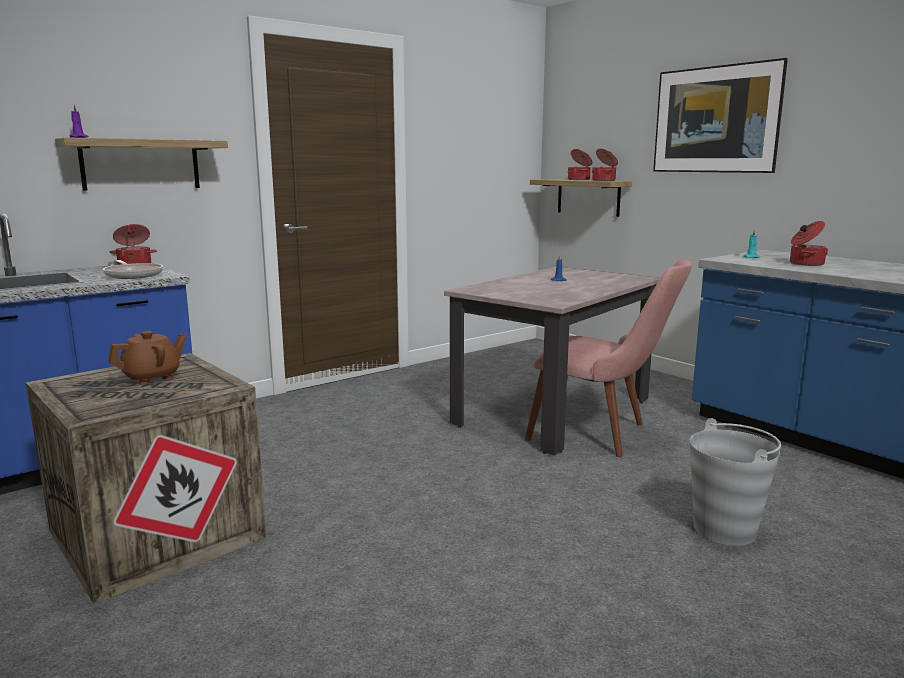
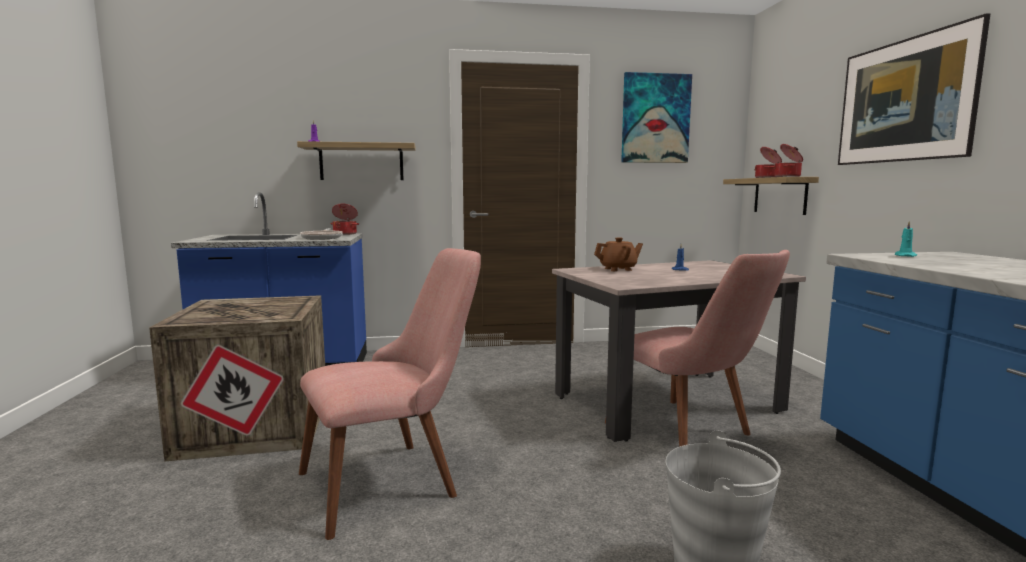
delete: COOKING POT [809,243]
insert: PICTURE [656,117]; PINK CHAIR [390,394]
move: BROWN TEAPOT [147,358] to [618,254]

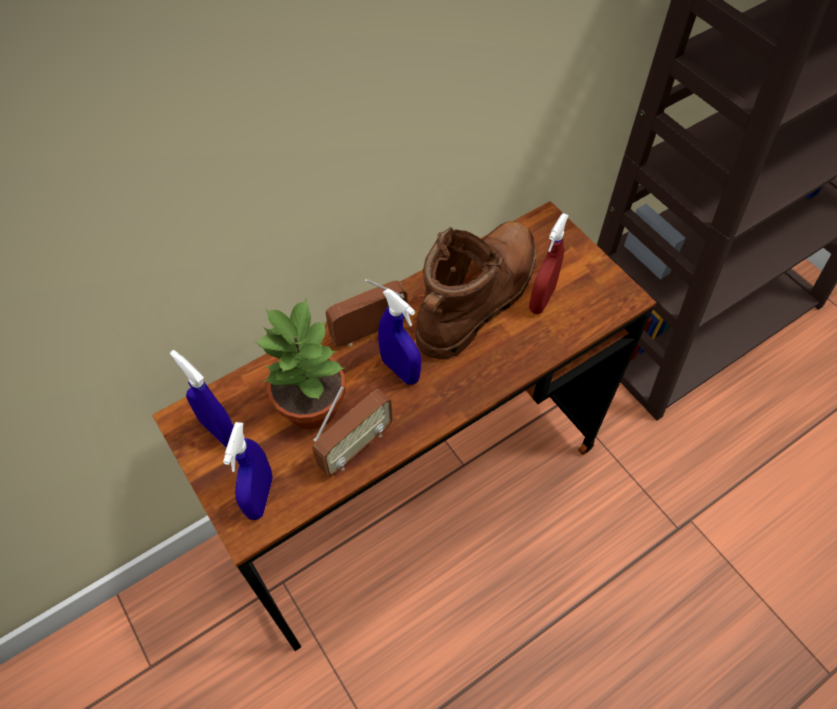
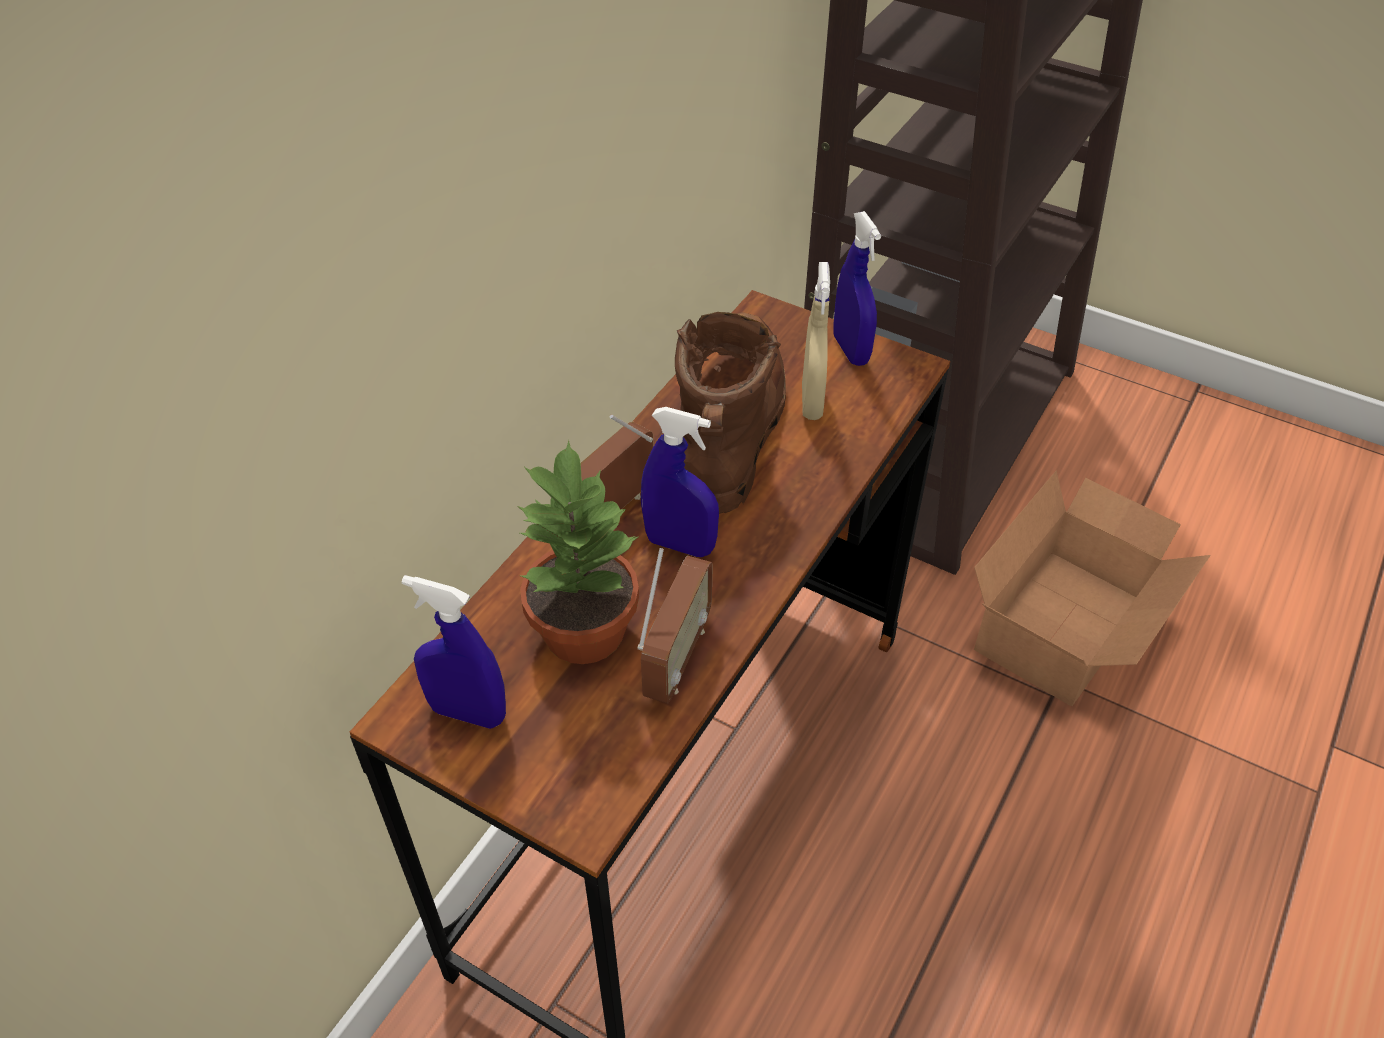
insert: CARDBOARD BOX [1092,588]
move: BLUE SPRAY BOTTLE [248,471] to [857,288]
recolor: RED SPRAY BOTTLE [549,263] to BEIGE SPRAY BOTTLE [816,341]

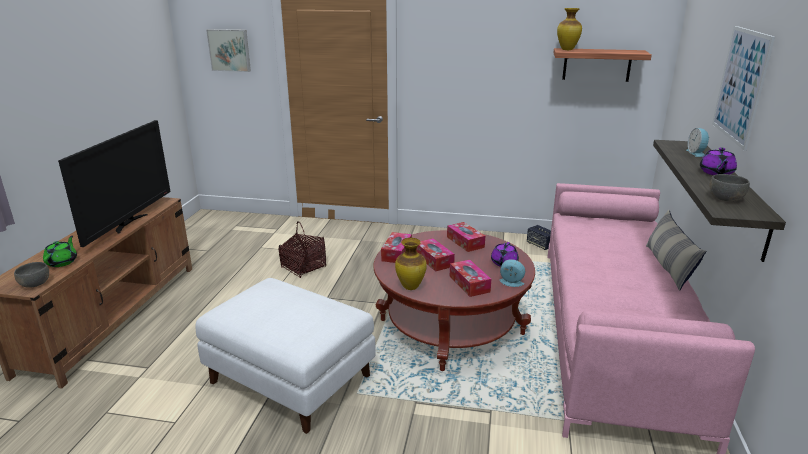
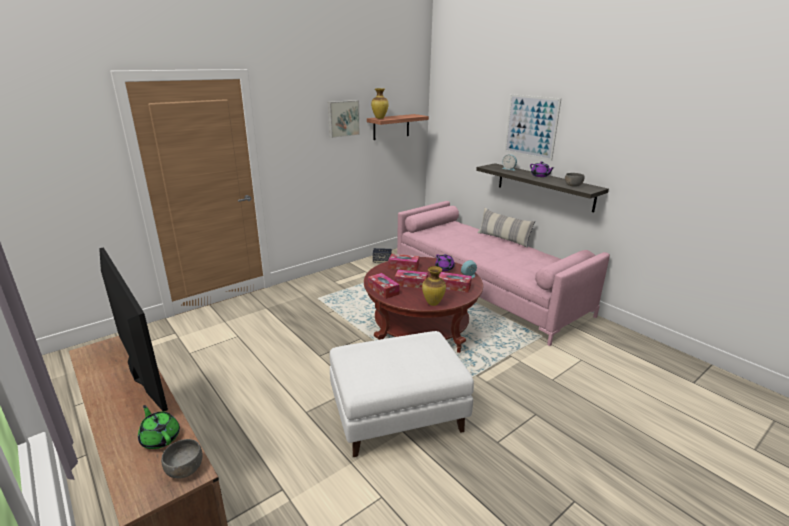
delete: BASKET [302,249]
move: PICTURE [228,50] to [344,119]

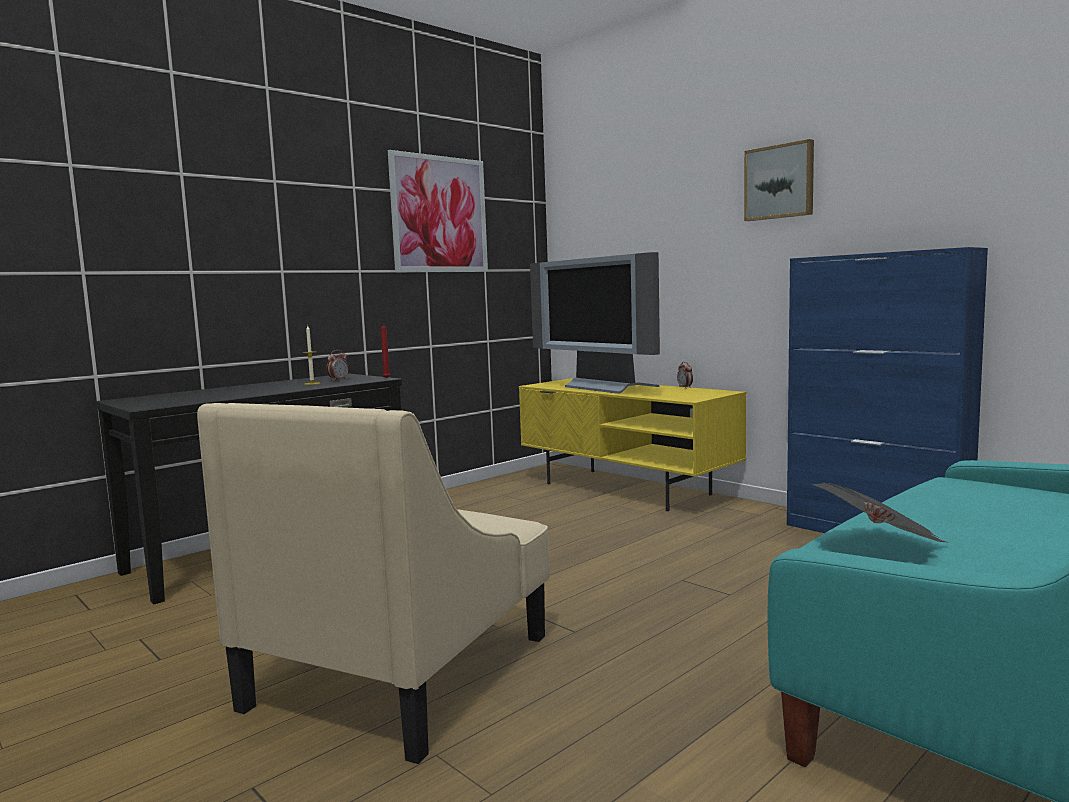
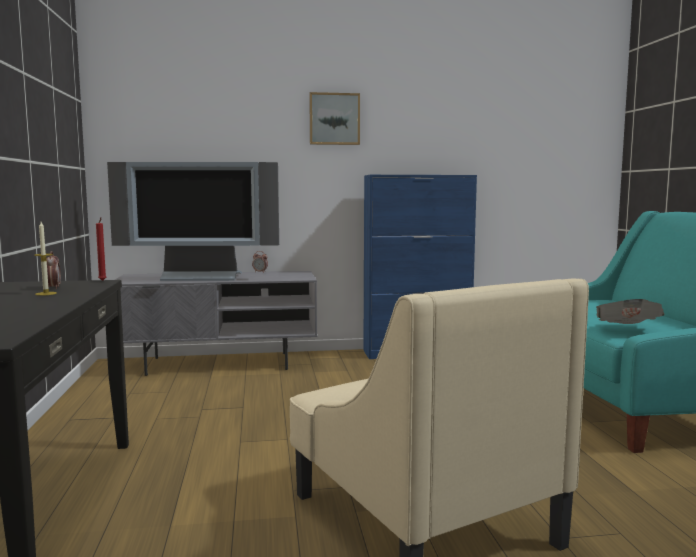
delete: PICTURE [438,211]
recolor: YELLOW TV STAND [632,444] to GREY TV STAND [216,323]

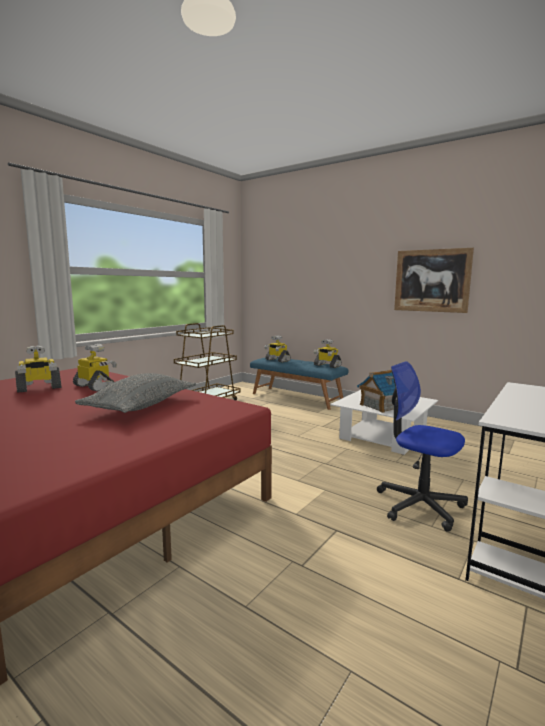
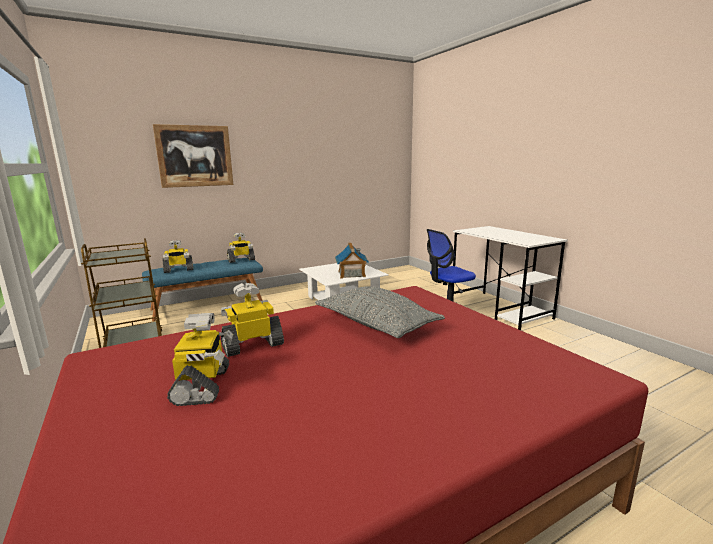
move: PICTURE [434,280] to [193,156]

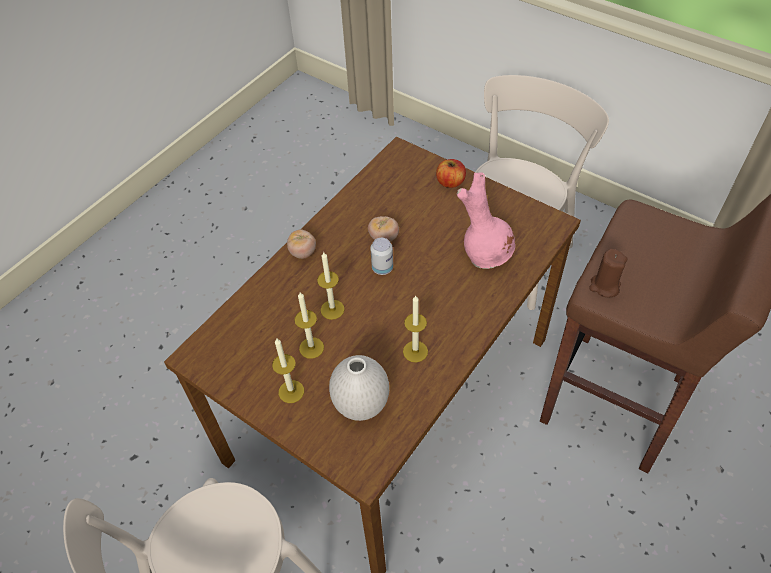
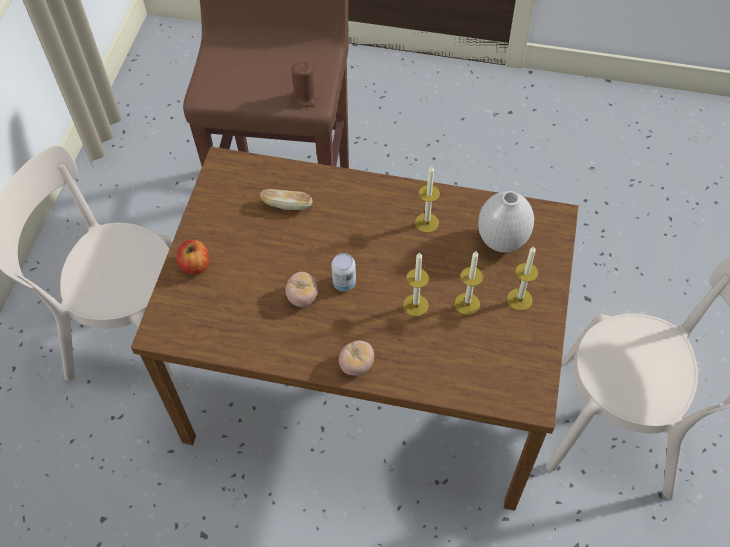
replace: PINK VASE [486,220] to BREAD [286,199]

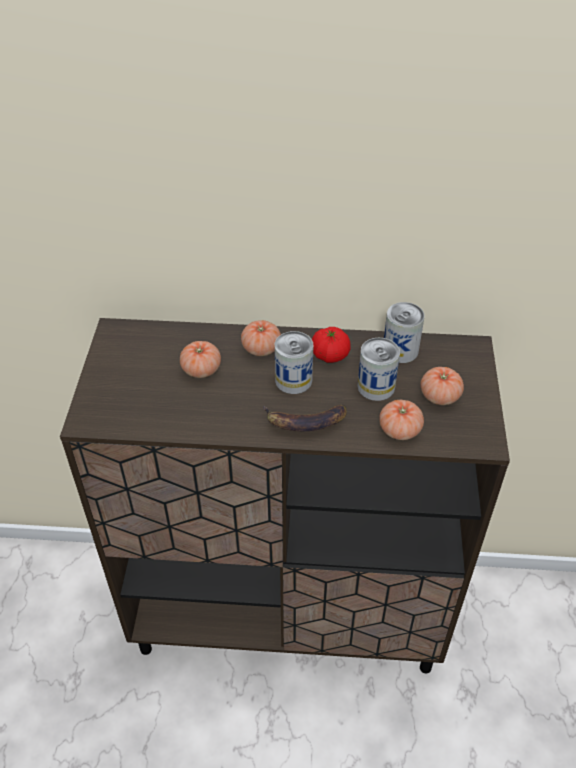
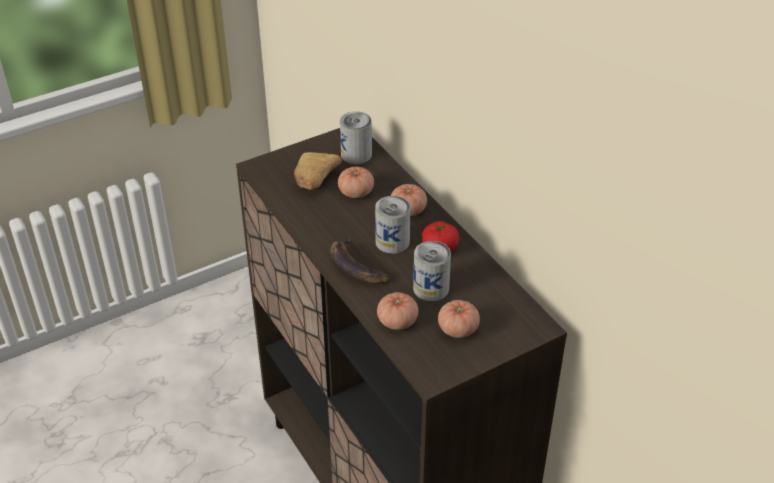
insert: BREAD [318,171]
move: CAN [404,332] to [356,137]

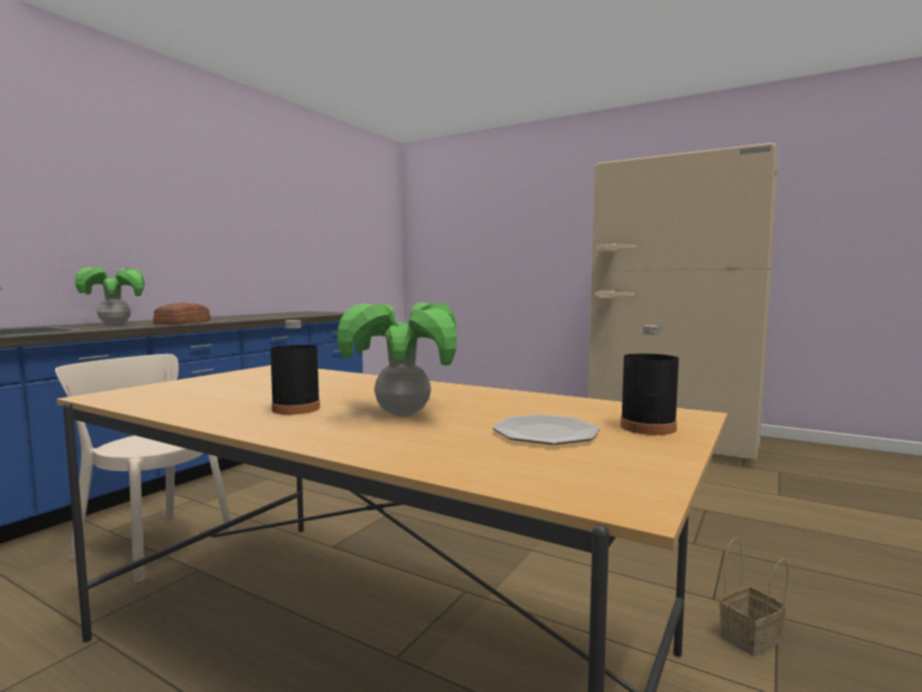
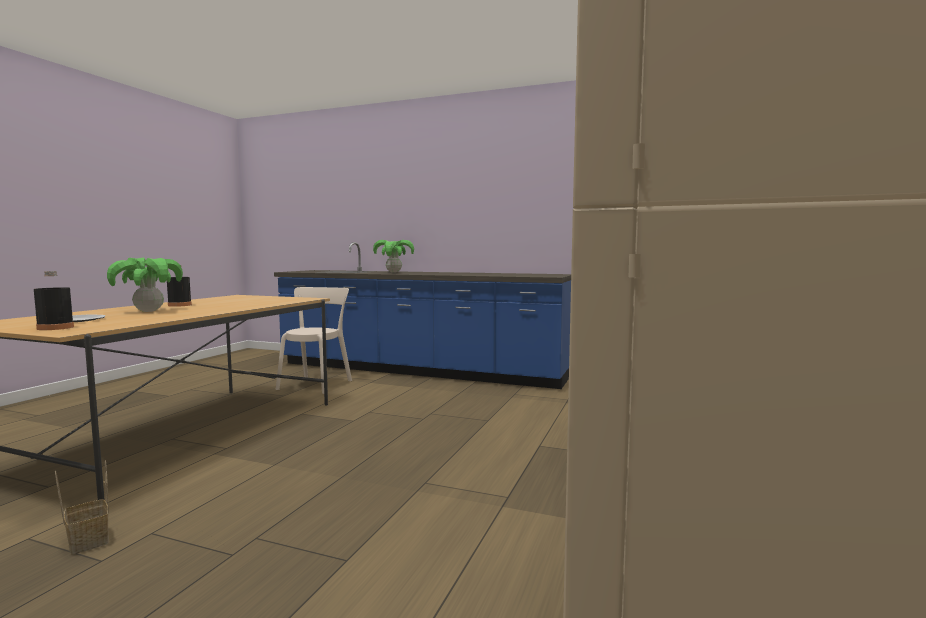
delete: BREAD [182,313]

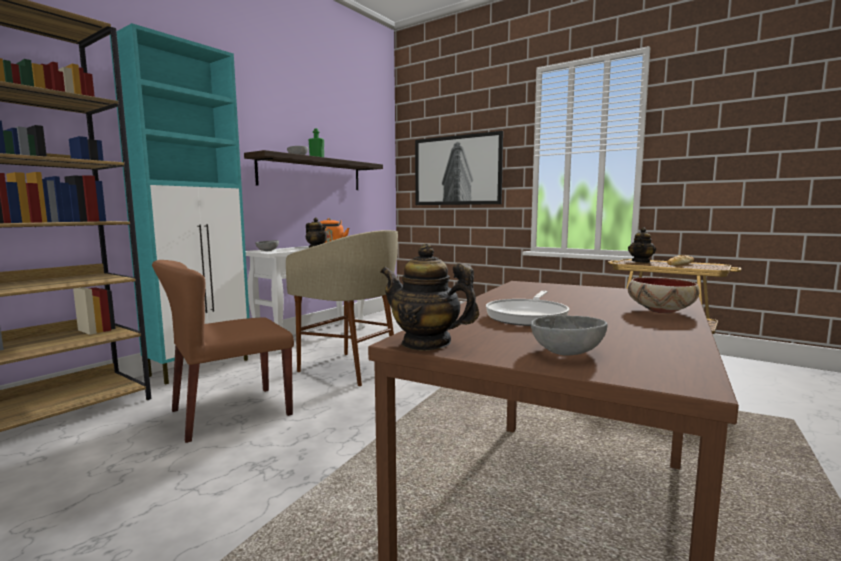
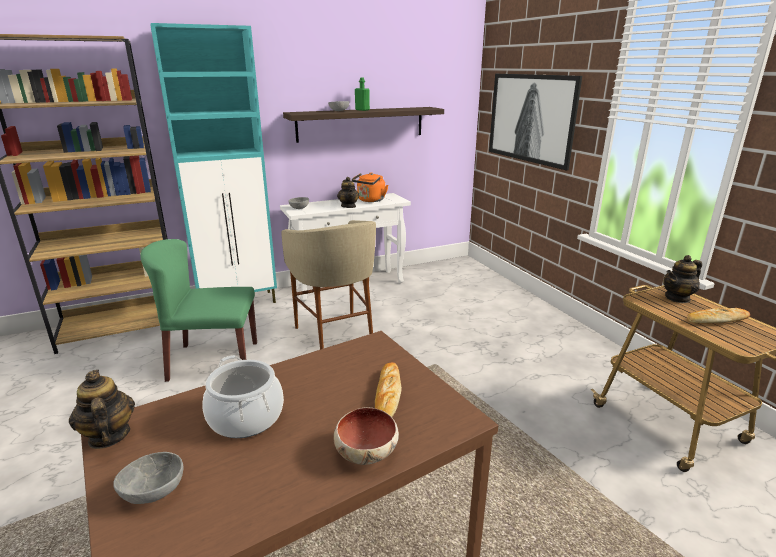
insert: BREAD [388,389]
replace: FRYING PAN [527,308] to COOKING POT [243,396]
recolor: BROWN CHAIR [223,351] to GREEN CHAIR [198,310]

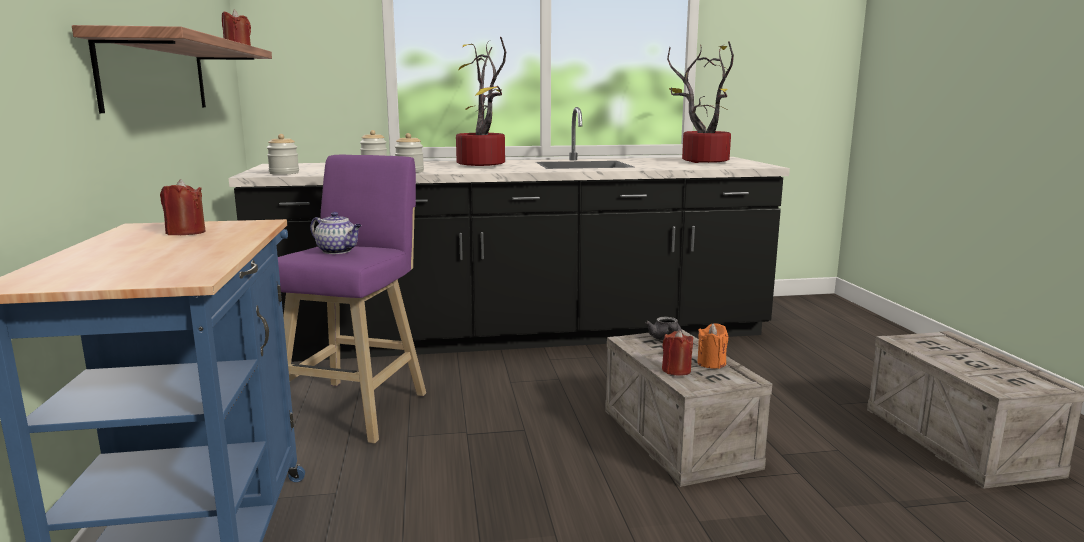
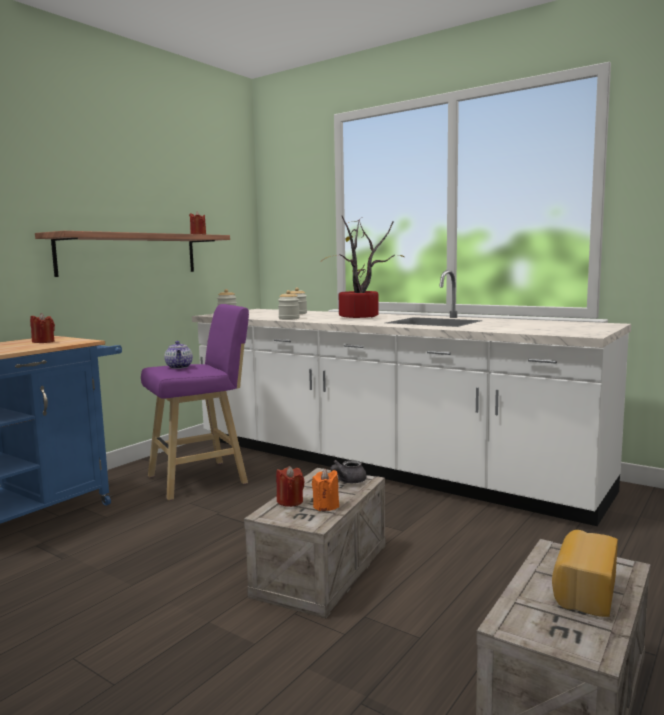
delete: POTTED PLANT [700,102]
insert: BREAD [585,573]
recolor: BLACK COUNTER [509,234] to WHITE COUNTER [411,398]

